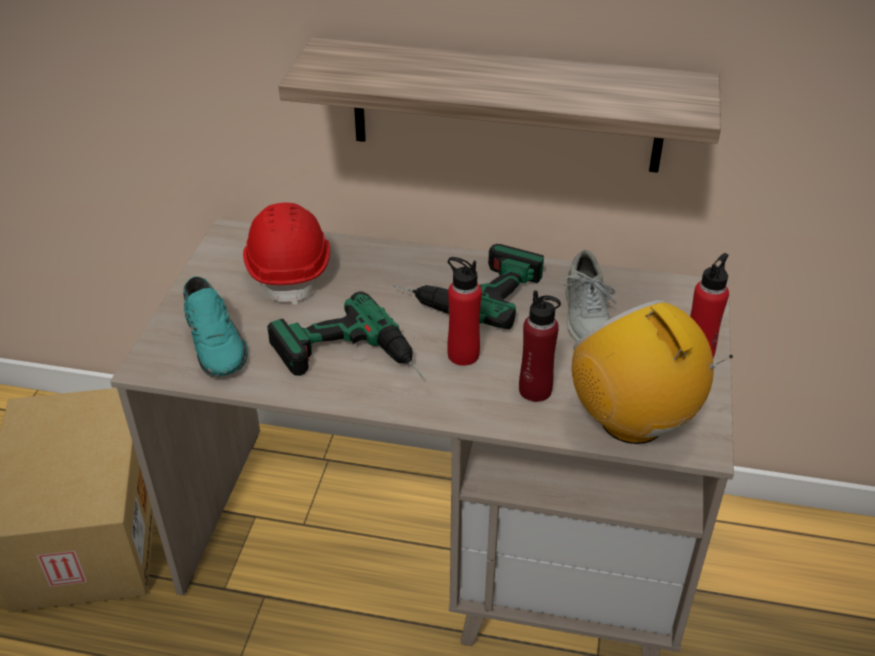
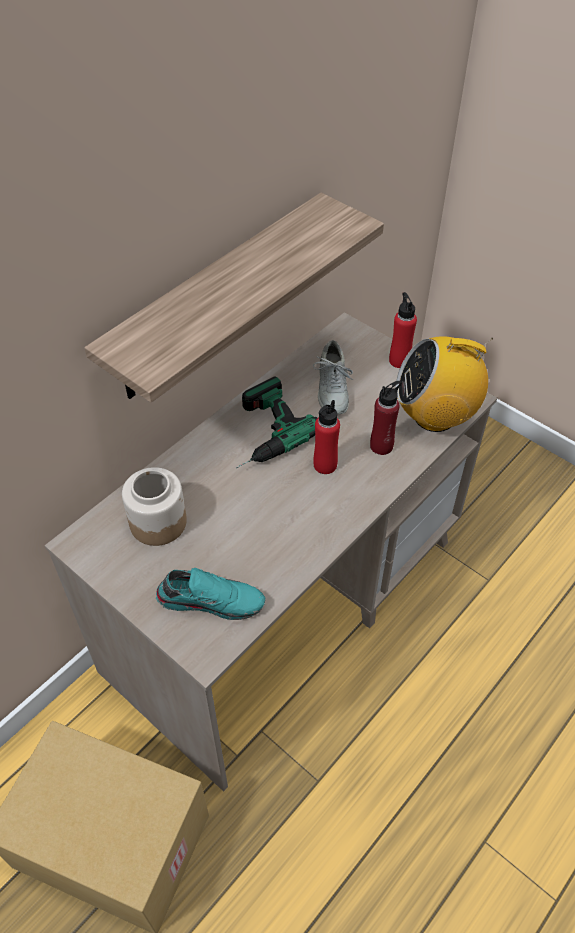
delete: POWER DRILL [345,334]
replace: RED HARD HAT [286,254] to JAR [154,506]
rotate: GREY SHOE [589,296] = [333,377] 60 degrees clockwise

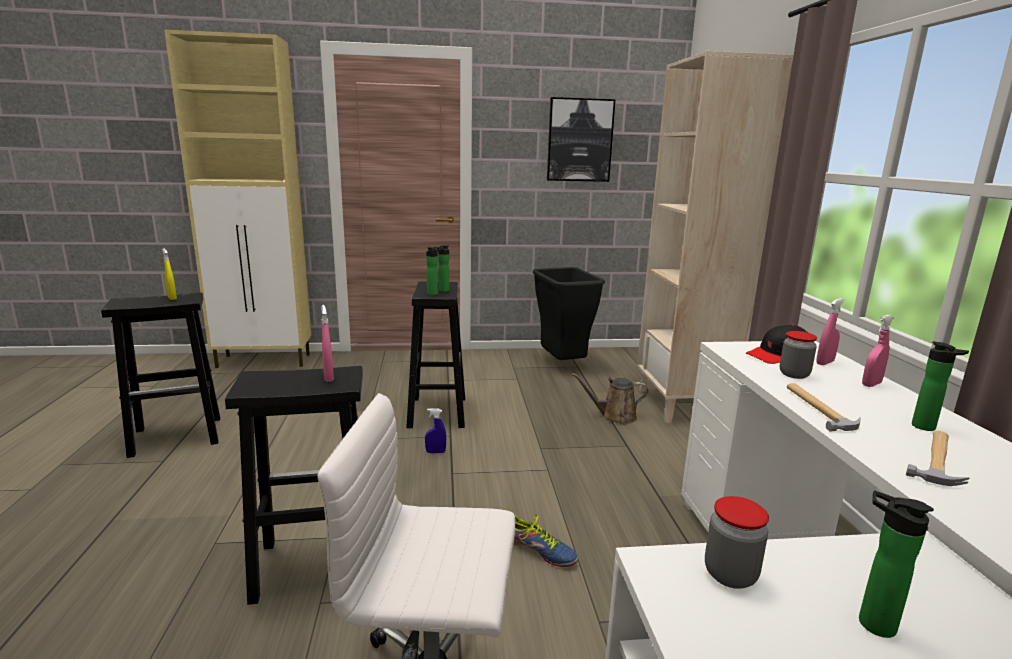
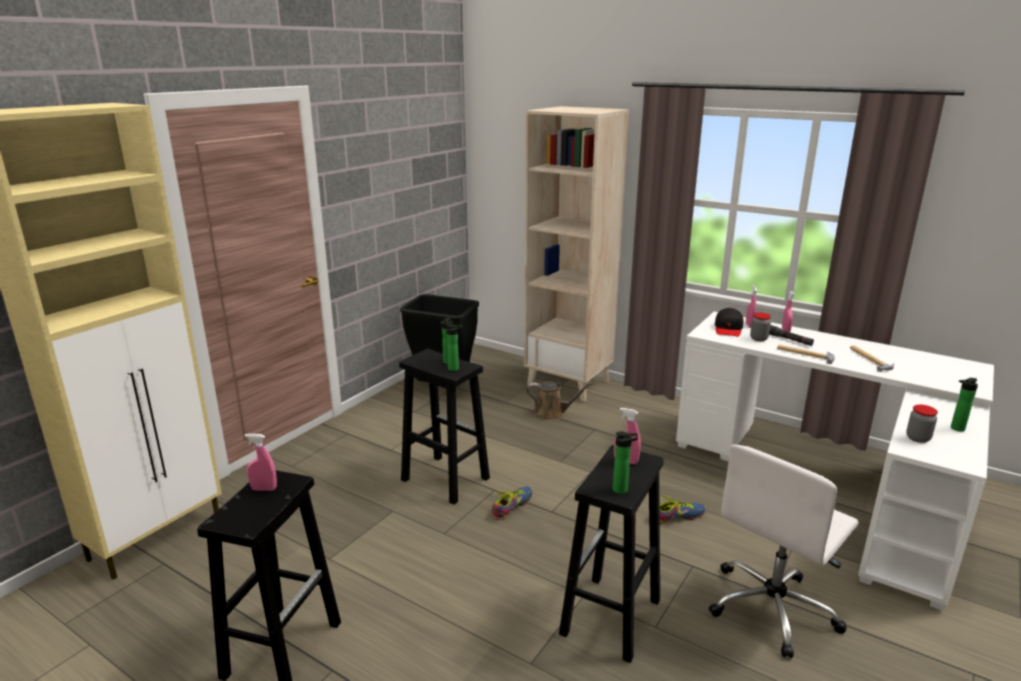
delete: PICTURE [581,139]
insert: BLACK FLASHLIGHT [791,335]
move: BOTTLE [940,386] to [625,462]
replace: BLUE SPRAY BOTTLE [435,430] to SHOE [512,503]
recolor: YELLOW SPRAY BOTTLE [169,274] to PINK SPRAY BOTTLE [261,462]
rotate: BROWN WATERING CAN [610,398] = [559,401] 120 degrees counterclockwise

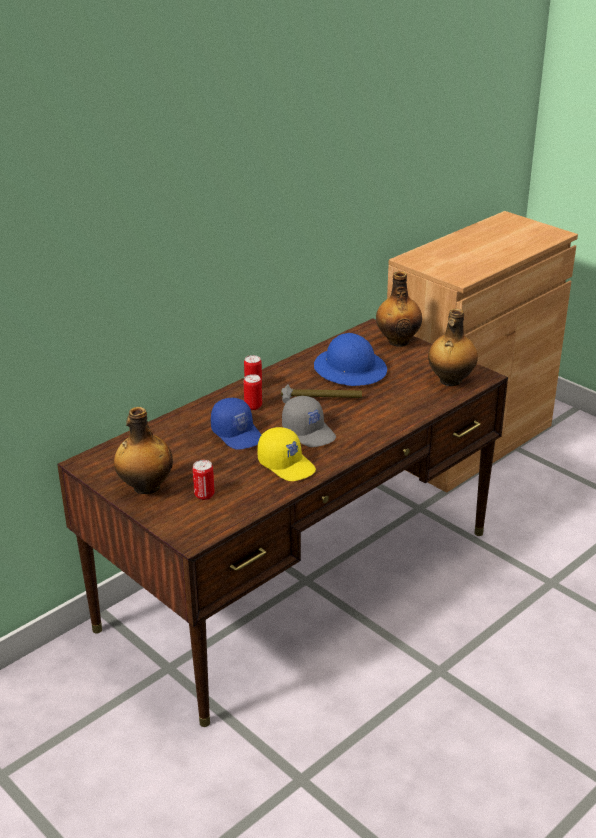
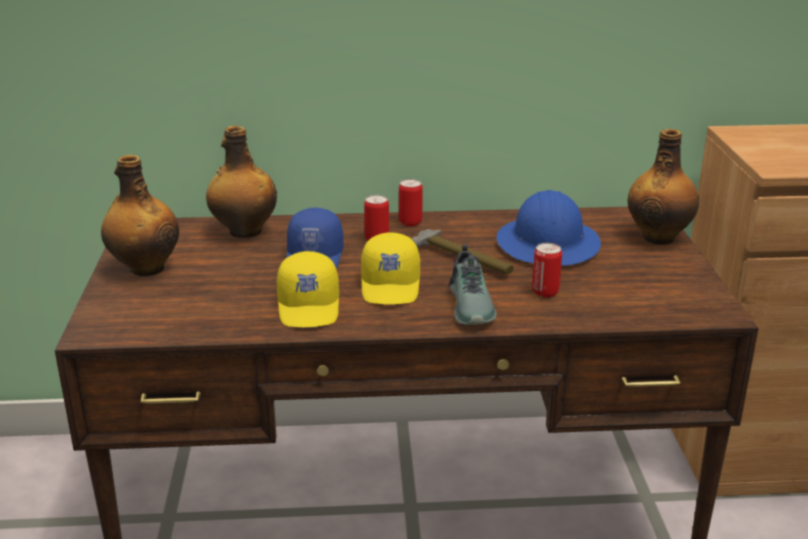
insert: SHOE [473,285]
move: BOTTLE [453,347] to [241,182]; CAN [204,480] to [547,270]
recolor: GREY CAP [309,421] to YELLOW CAP [390,268]

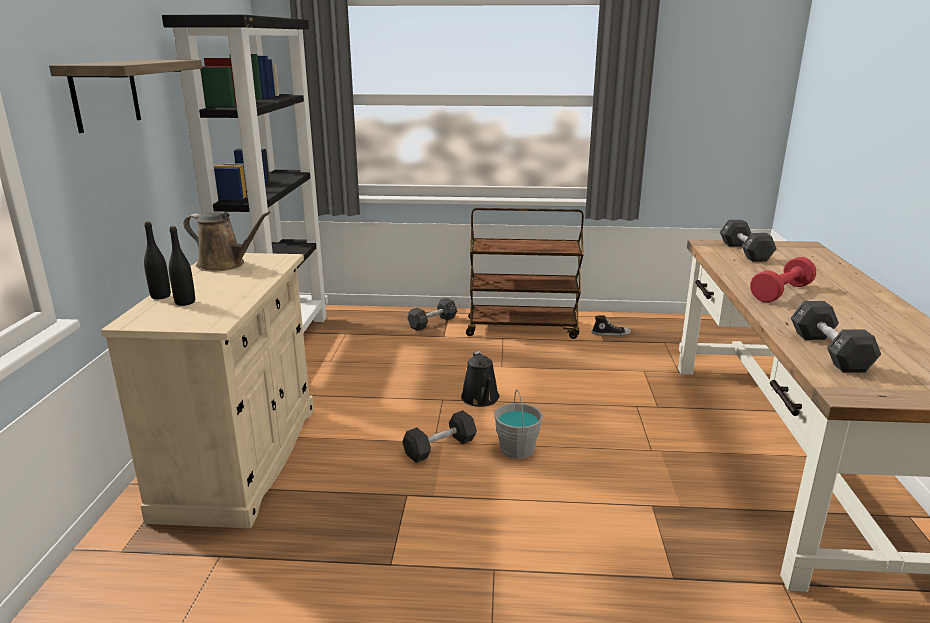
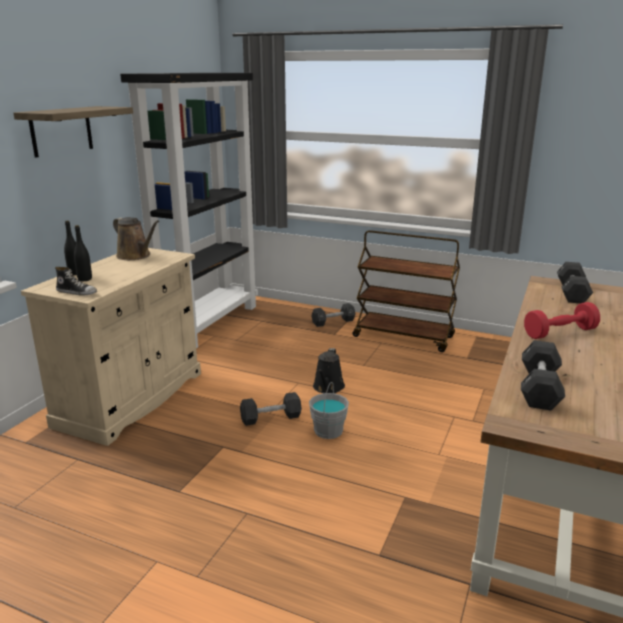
move: SHOE [611,325] to [76,281]

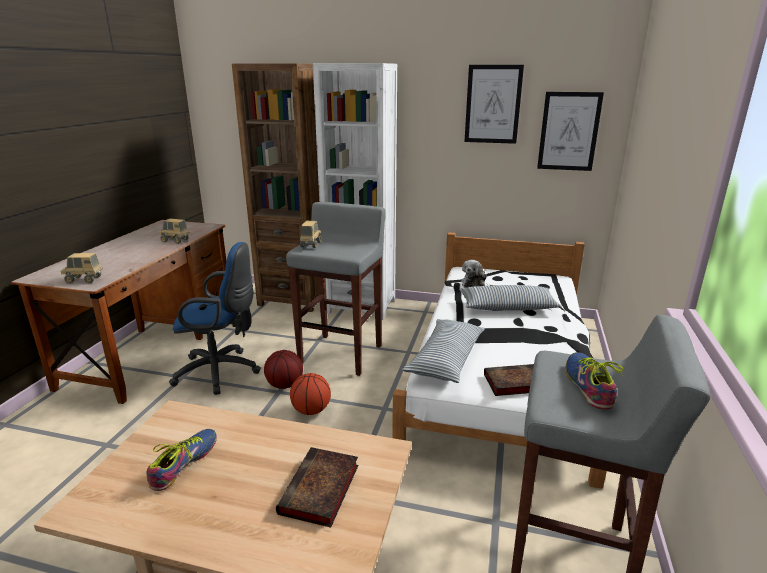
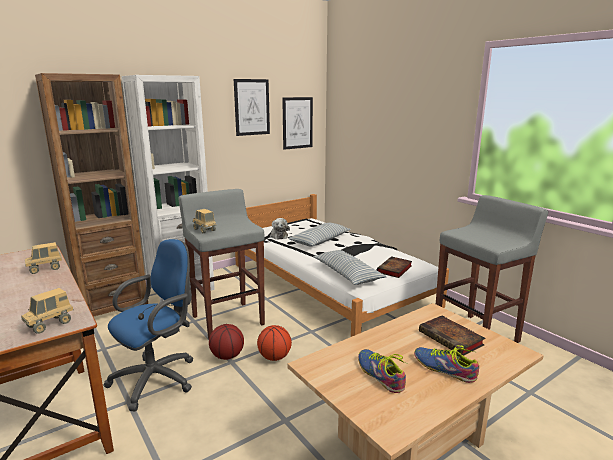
move: SHOE [595,380] to [446,364]

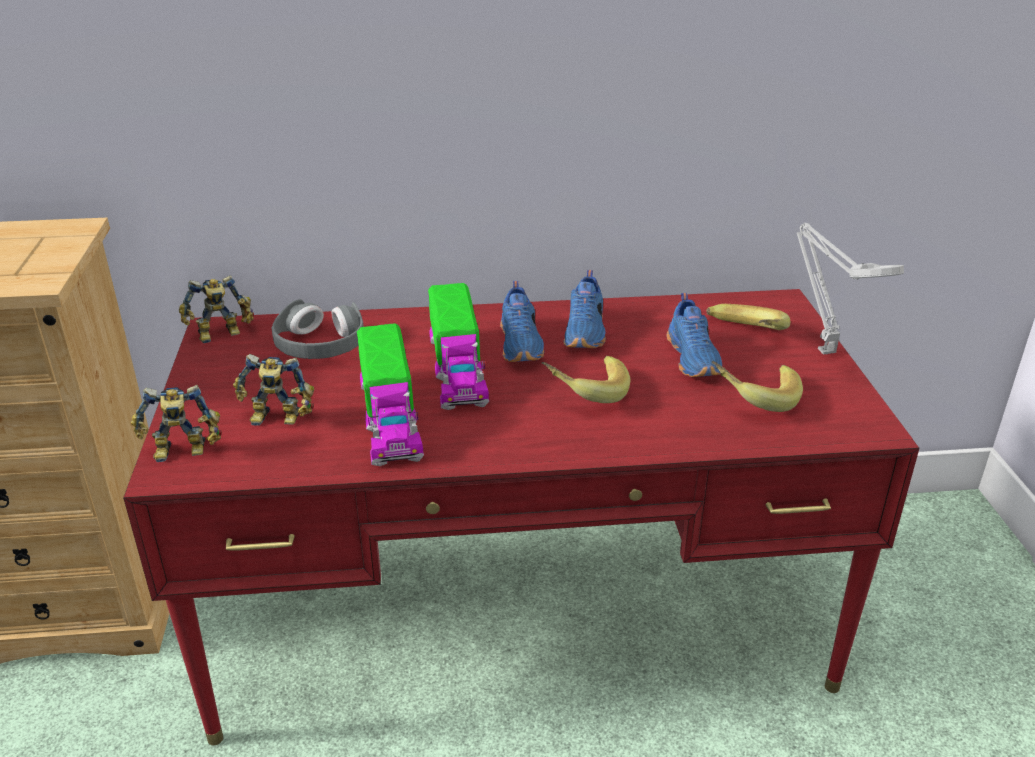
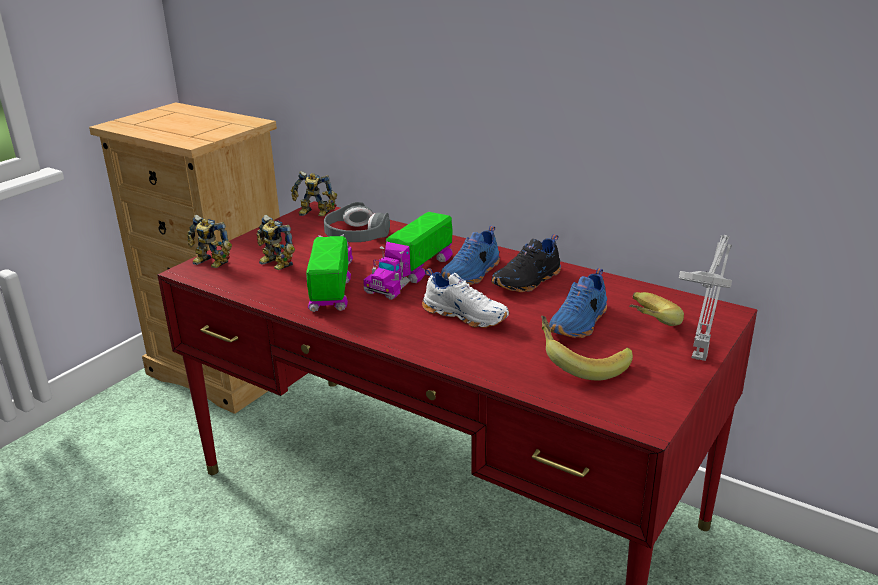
replace: BANANA [586,379] to WHITE SHOE [465,298]
recolor: BLUE SHOE [585,309] to BLACK SHOE [526,263]
rotate: TOY TRUCK [390,394] = [329,273] 150 degrees clockwise

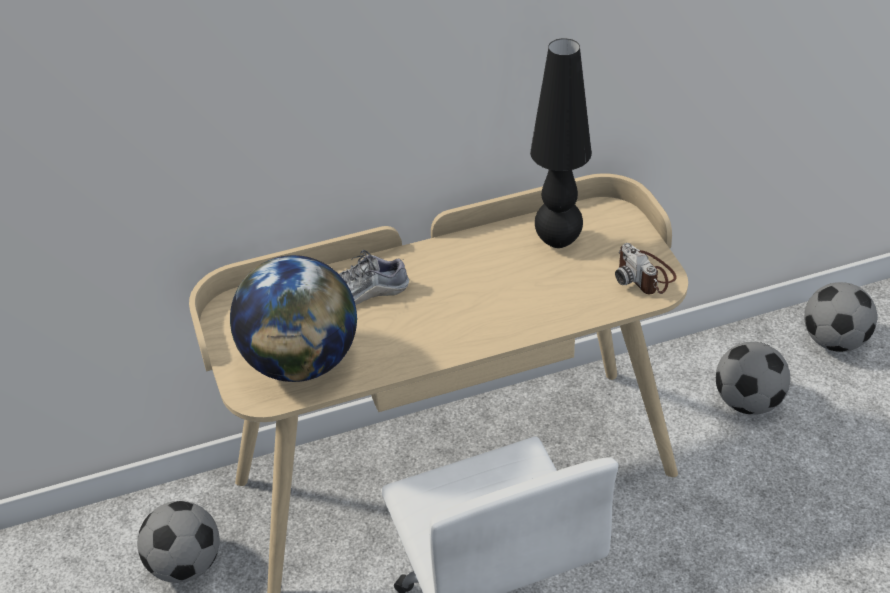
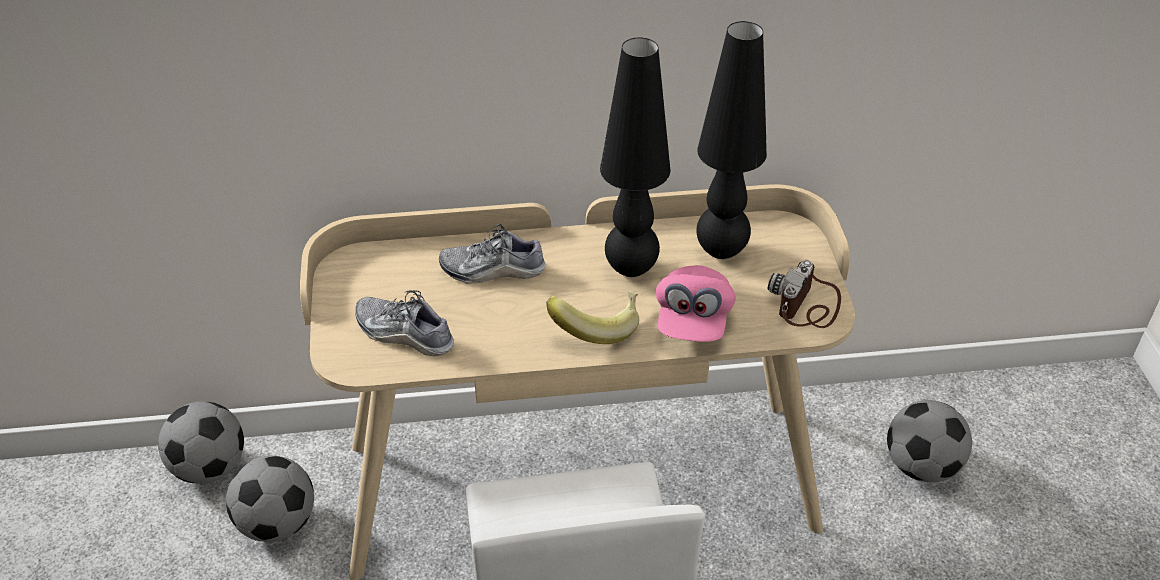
insert: BLACK TABLE LAMP [635,157]; PINK CAP [696,303]; BANANA [592,317]
move: FOOTBALL [840,317] to [201,442]
replace: GLOBE [293,318] to SHOE [404,323]
rotate: PHOTO CAMERA [646,268] = [804,294] 45 degrees clockwise

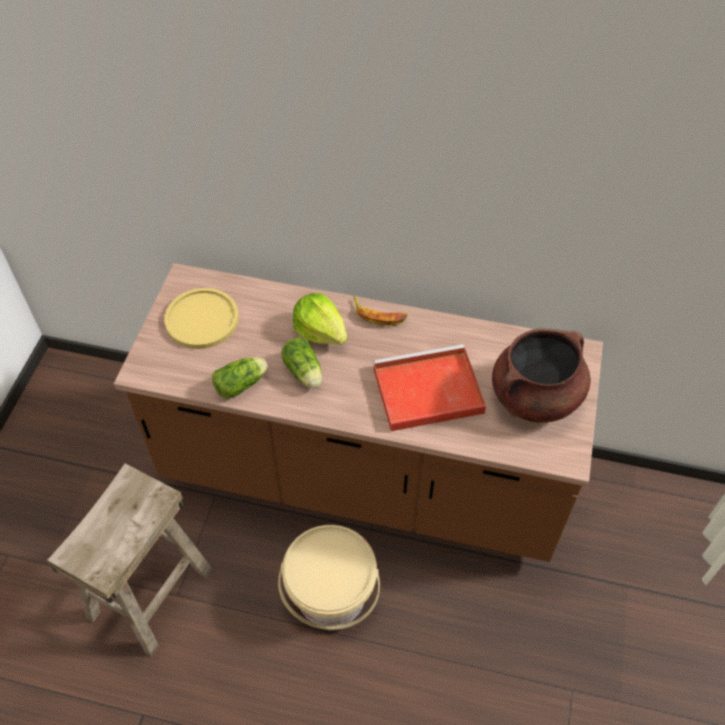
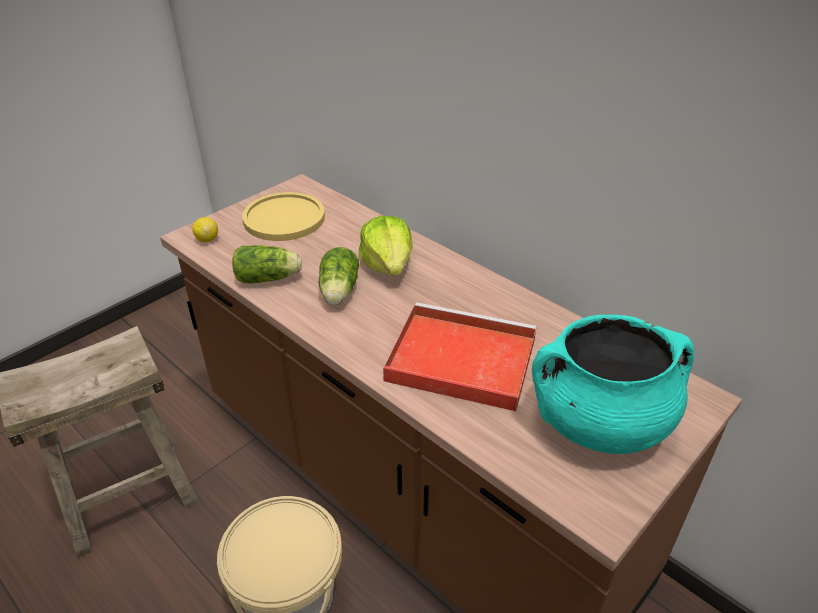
delete: BANANA [380,311]
insert: LEMON [205,229]
recolor: BROWN COOKING POT [541,375] to TURQUOISE COOKING POT [613,384]

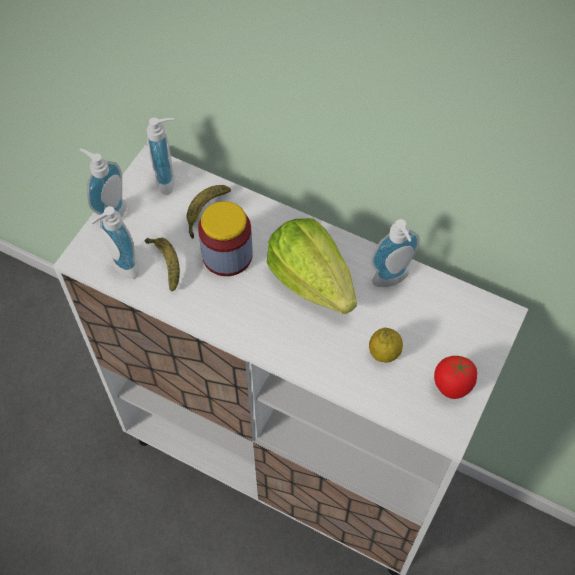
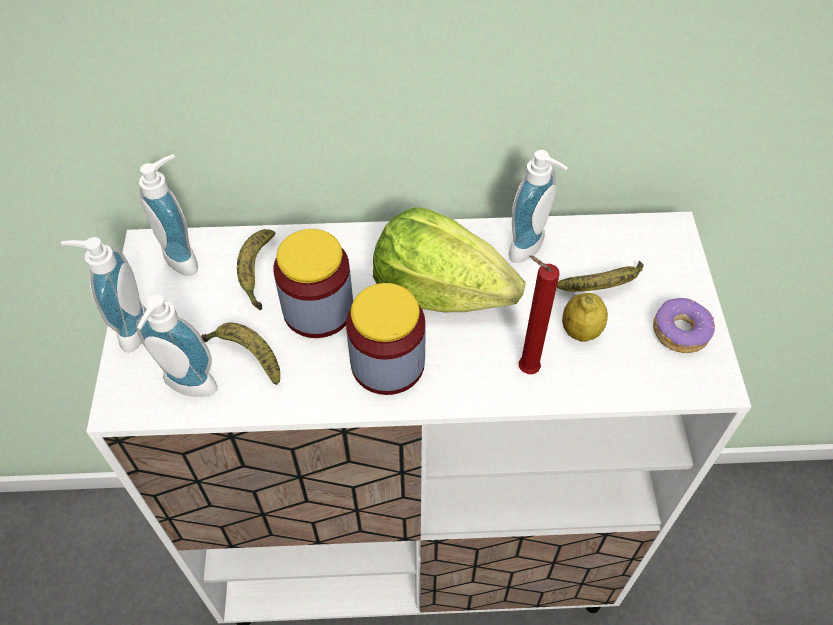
insert: RED CANDLE [539,314]; BANANA [600,276]; JAR [386,339]
replace: TOMATO [455,377] to DONUT [684,325]

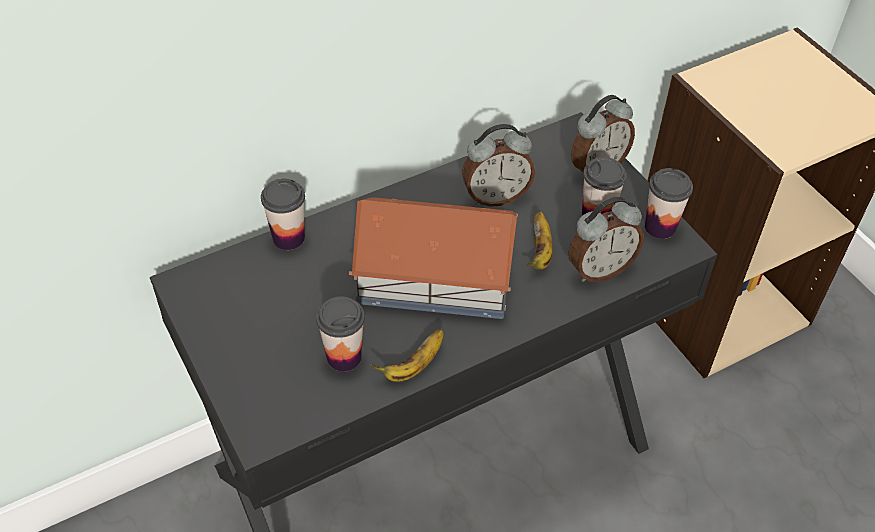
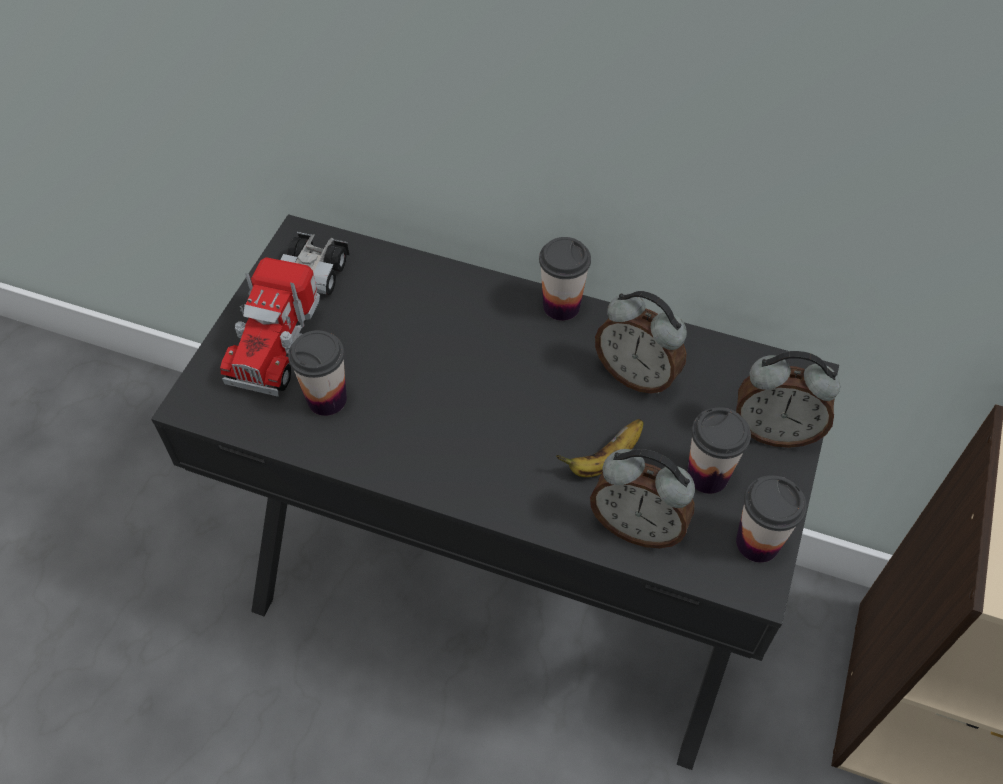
delete: TOY HOUSE [433,258]; BANANA [407,355]
insert: TOY TRUCK [284,314]
move: CUP [283,214] to [565,279]

